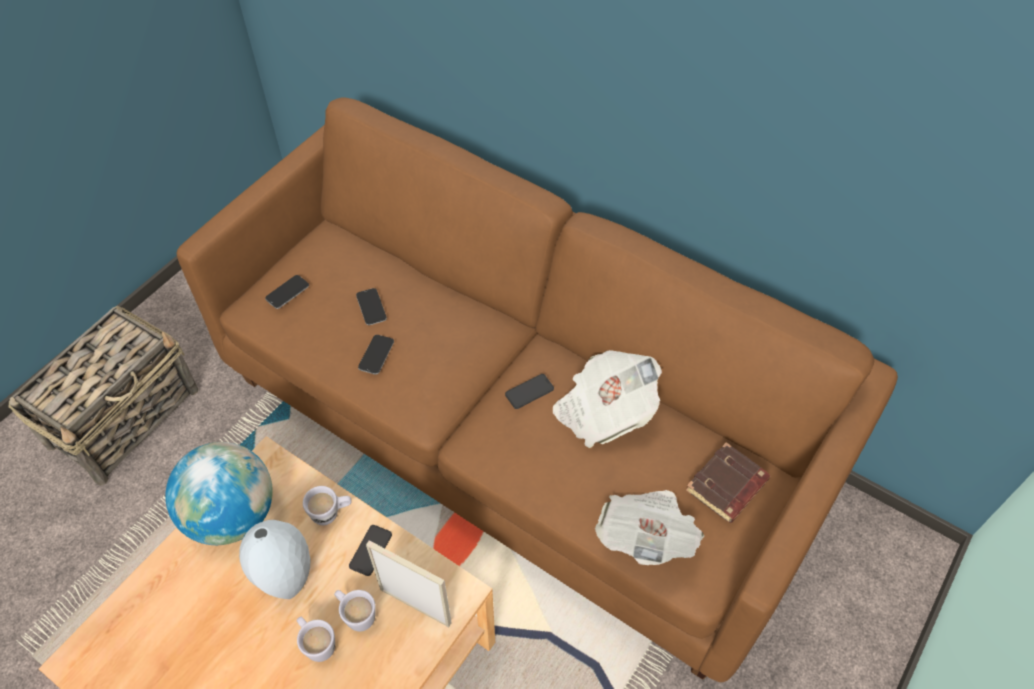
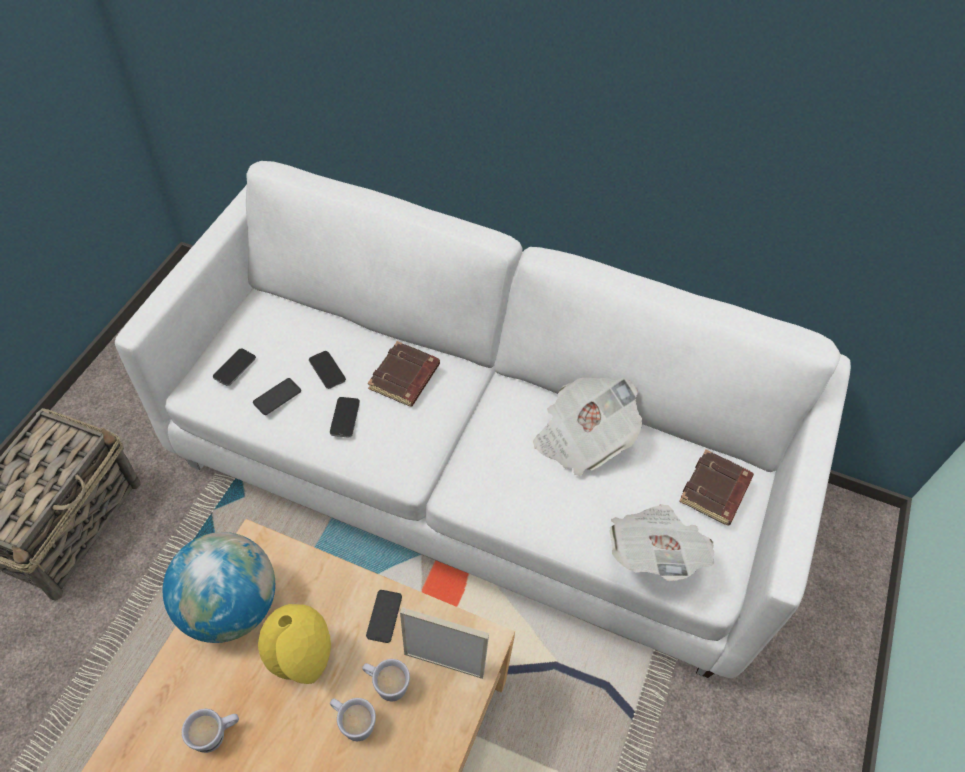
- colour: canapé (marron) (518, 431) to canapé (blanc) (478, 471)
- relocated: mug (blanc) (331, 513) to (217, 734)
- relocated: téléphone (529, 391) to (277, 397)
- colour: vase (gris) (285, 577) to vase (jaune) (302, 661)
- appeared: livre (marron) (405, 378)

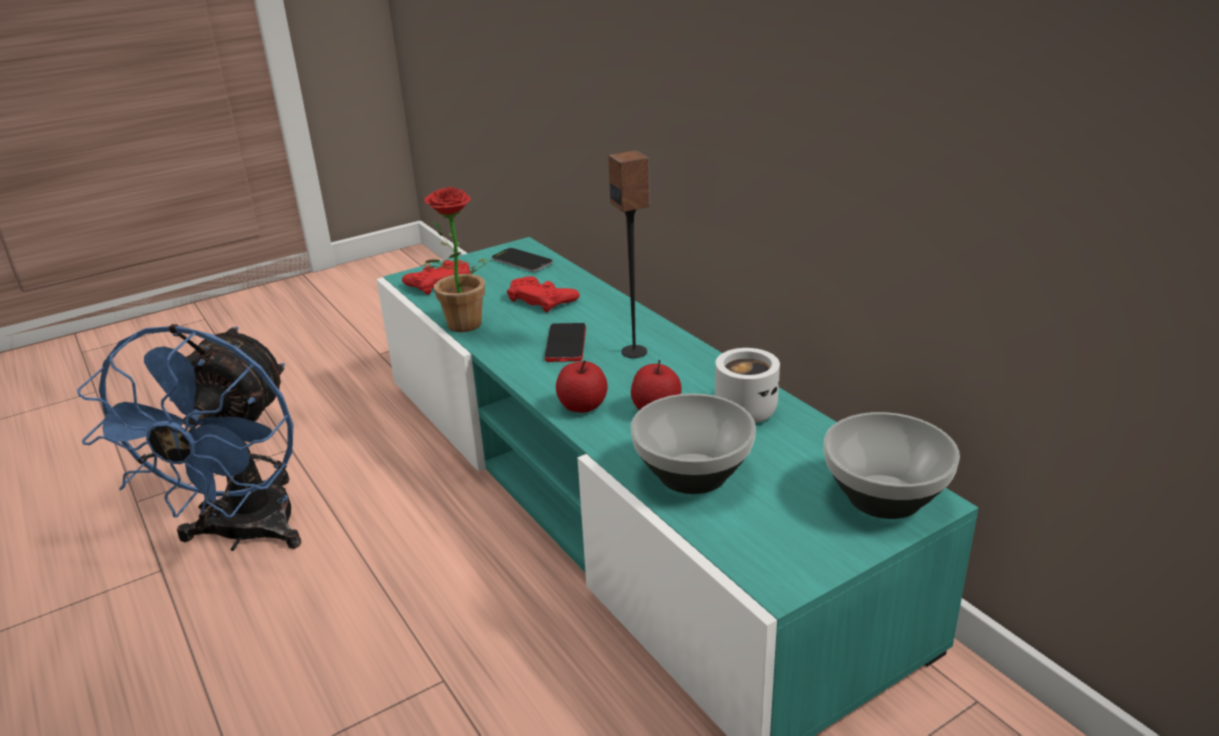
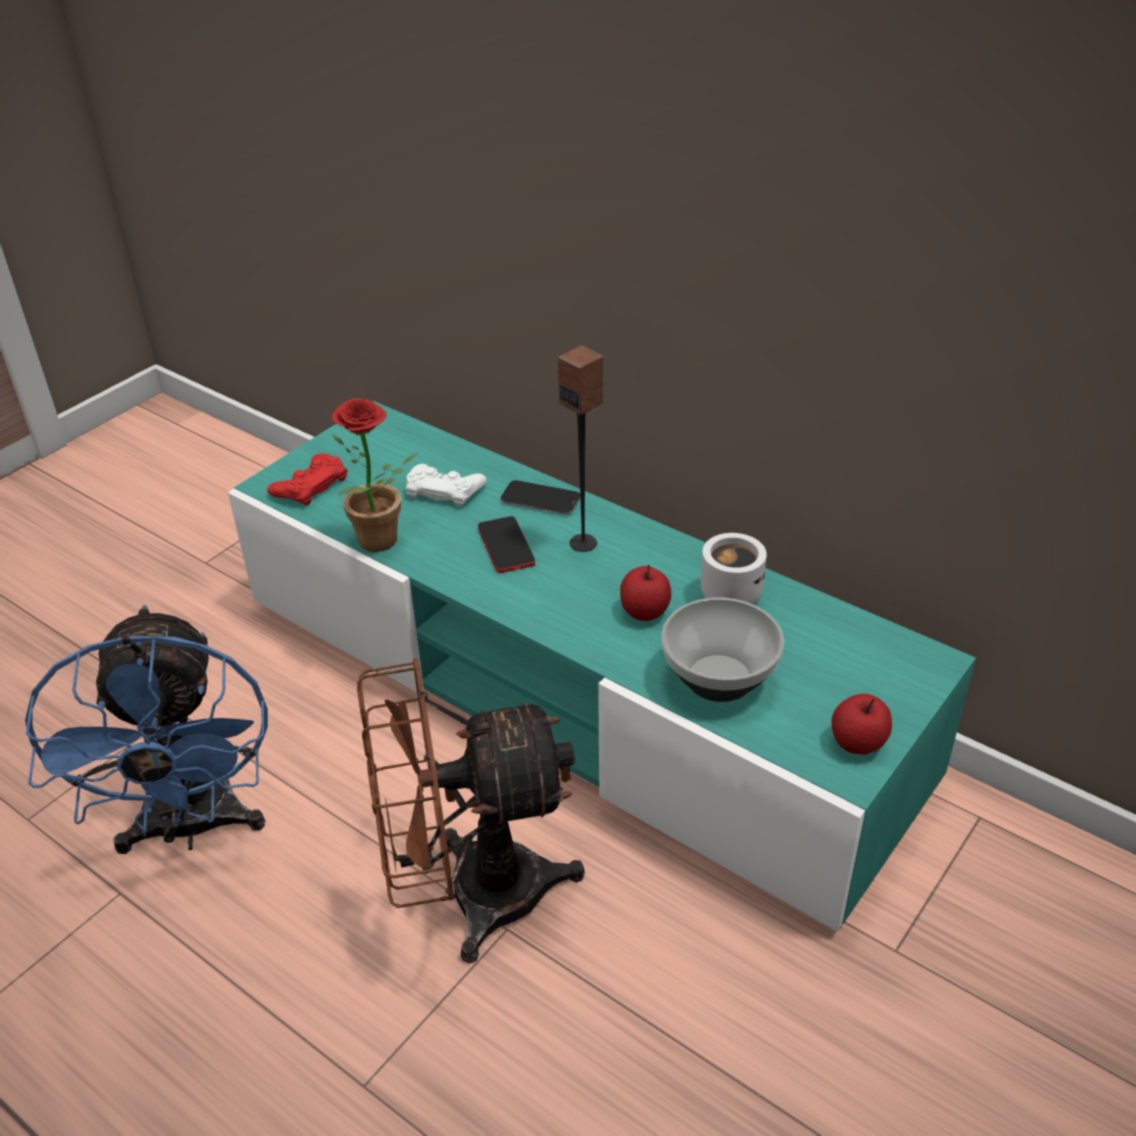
- appeared: ventilateur (marron) (470, 895)
- colour: manette (rouge) (542, 299) to manette (blanc) (444, 490)
- relocated: téléphone (522, 261) to (540, 499)
- relocated: pomme (583, 407) to (858, 742)
- missing: bol (885, 499)

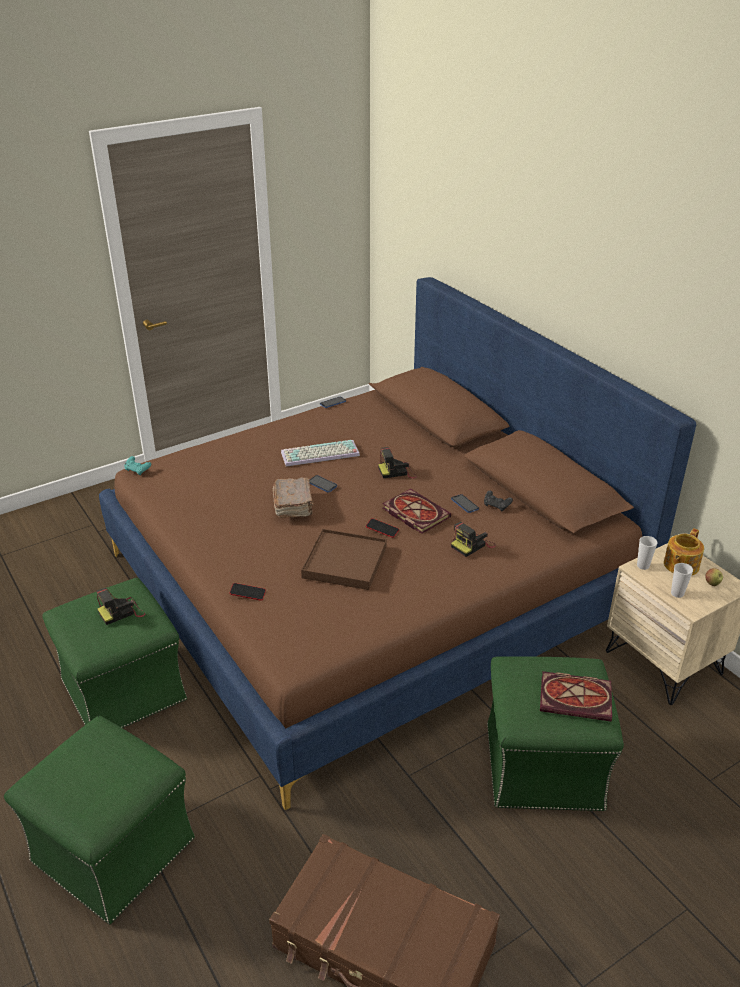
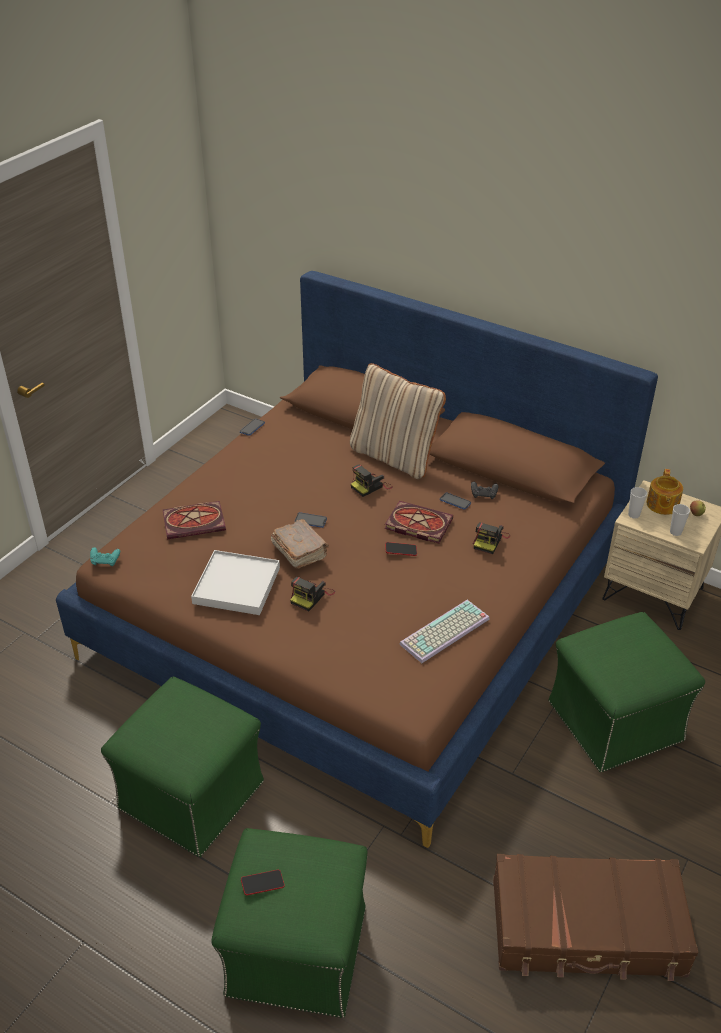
- relocated: livre (577, 698) to (195, 521)
- appeared: plateau (blanc) (237, 586)
- relocated: téléphone (248, 593) to (262, 884)
- relocated: appareil photo (122, 612) to (311, 596)
- appeared: coussin (beige) (395, 456)
- relocated: clavier (319, 455) to (445, 633)
- missing: plateau (marron) (344, 562)

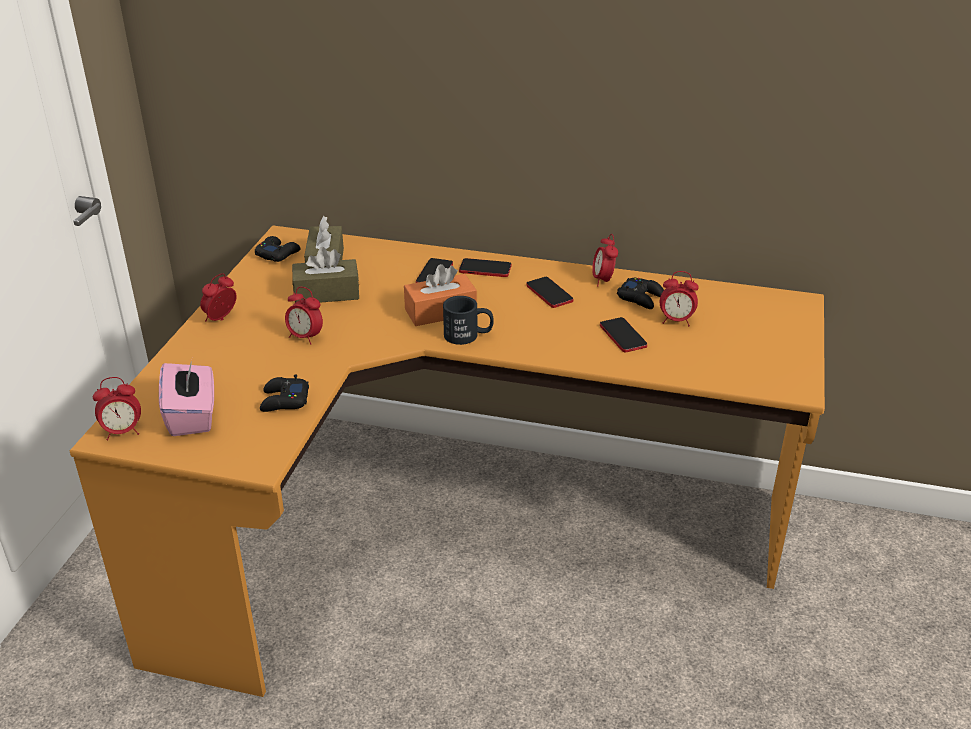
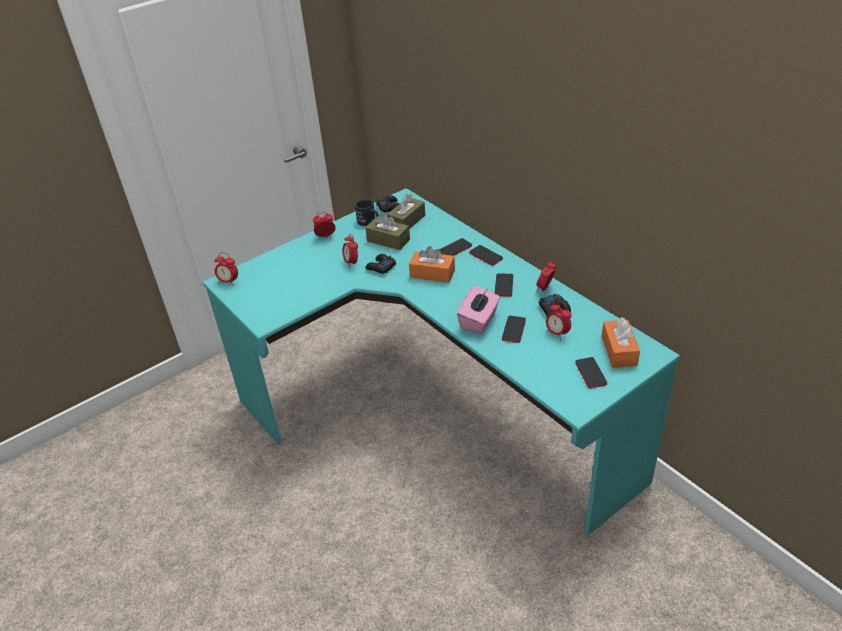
- colour: bureau (orange) (454, 534) to bureau (turquoise) (437, 408)
- relocated: mug (noir) (468, 335) to (369, 222)
- relocated: manette (noir) (284, 401) to (380, 267)
- relocated: boîte à mouchoirs (rose) (192, 416) to (479, 321)
- appeared: téléphone (590, 373)
- appeared: boîte à mouchoirs (orange) (619, 351)

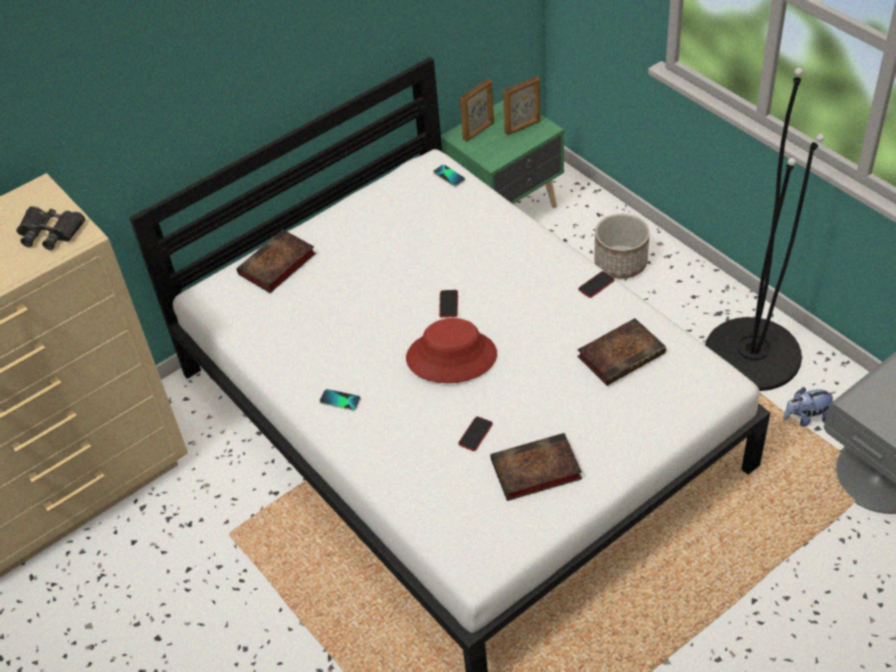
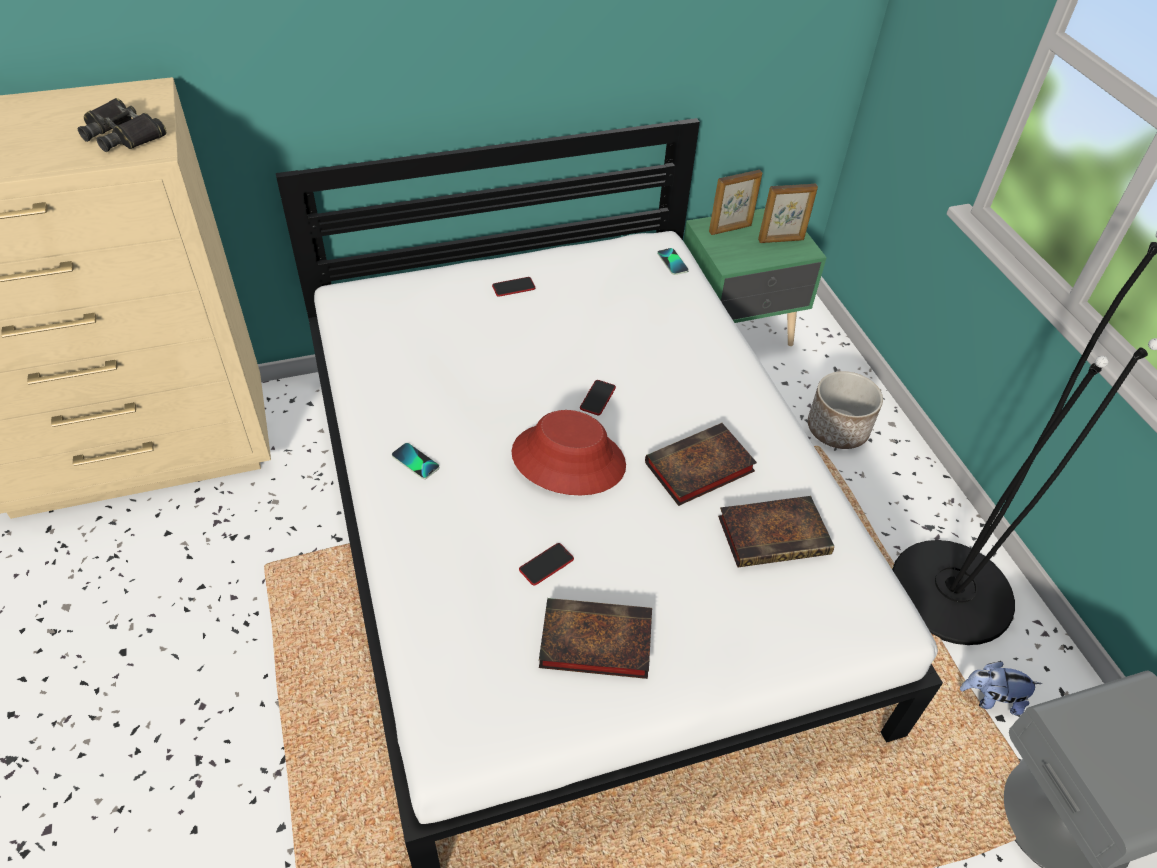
- relocated: téléphone (596, 285) to (513, 287)
- relocated: livre (276, 266) to (698, 469)

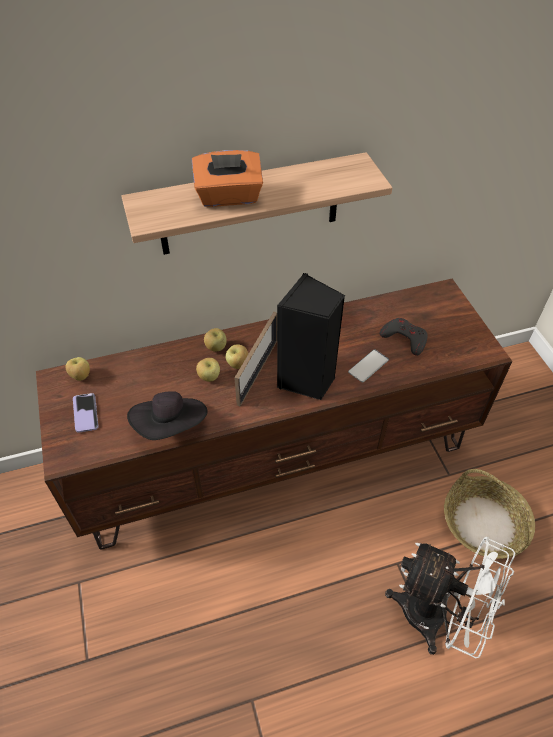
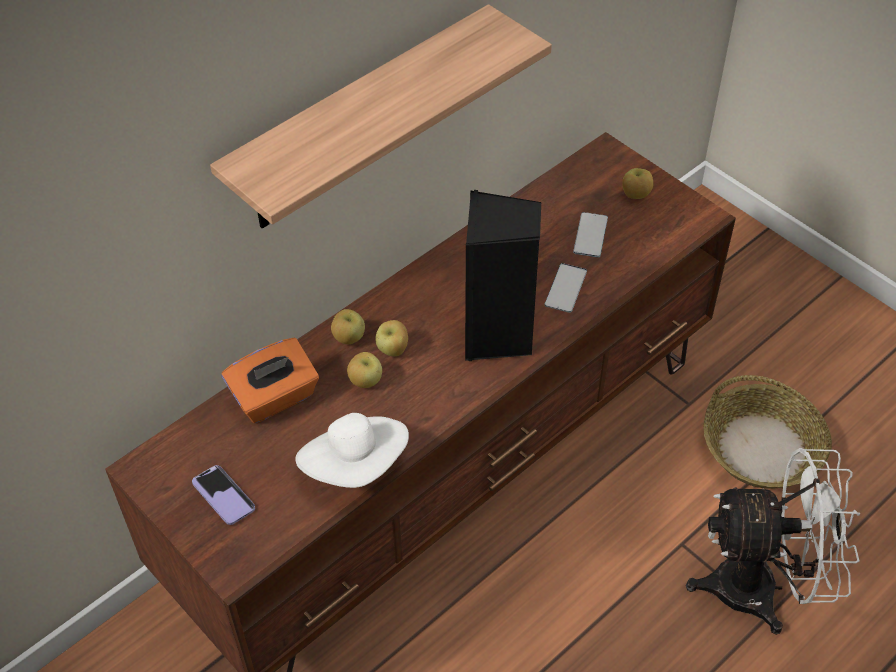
- relocated: boîte à mouchoirs (orange) (229, 197) to (275, 398)
- colour: chapeau (noir) (171, 426) to chapeau (blanc) (356, 465)
- exchanged: manette (gris) (404, 338) to téléphone (590, 235)
- relocated: pomme (81, 376) to (635, 195)
- missing: cadre photo (257, 371)

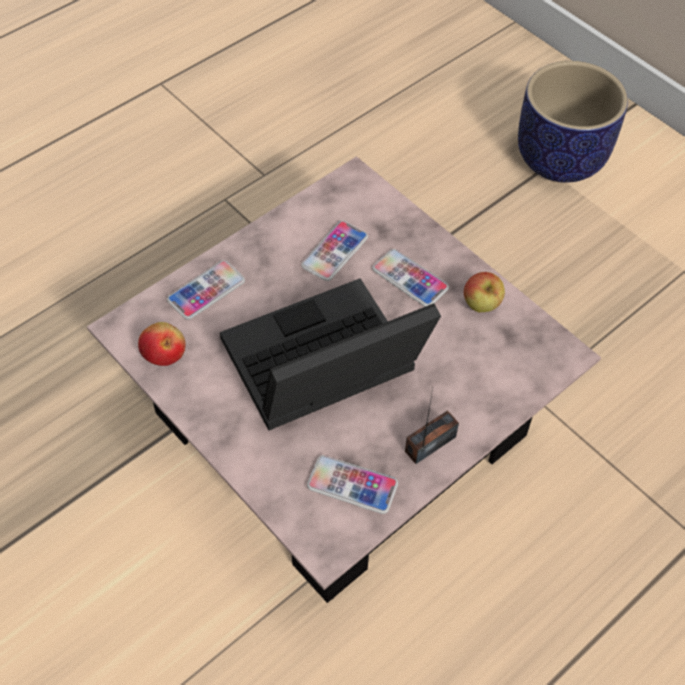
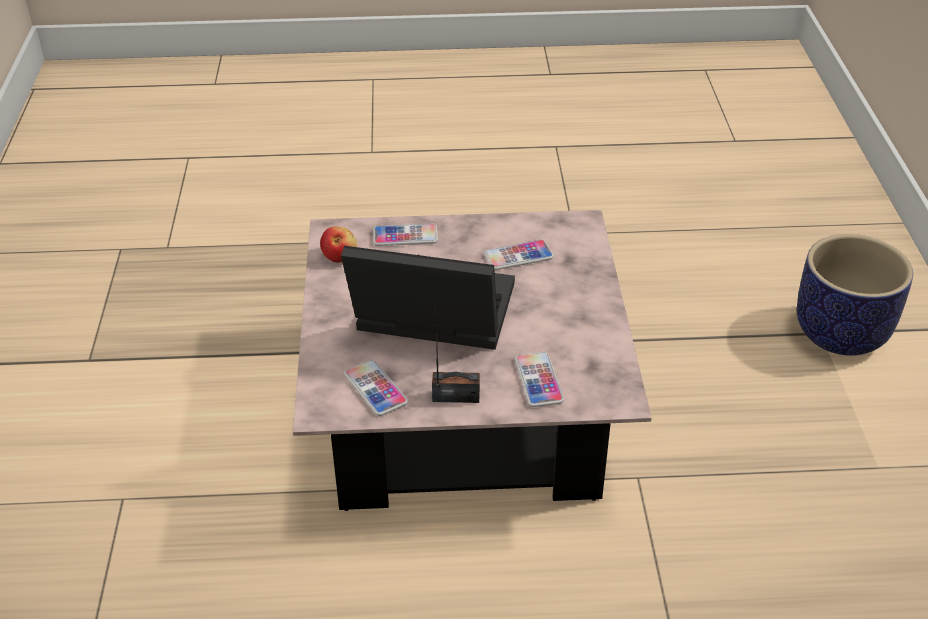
- relocated: téléphone (410, 279) to (538, 380)
- missing: pomme (481, 306)

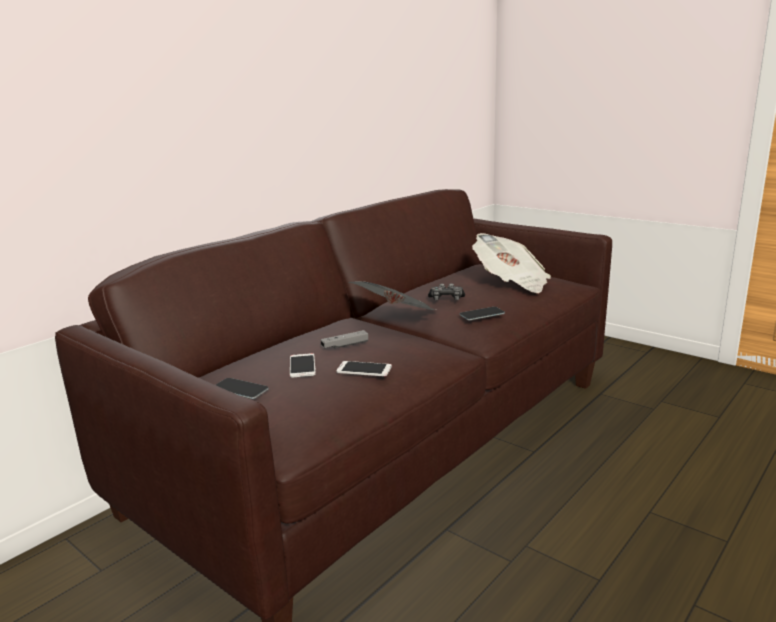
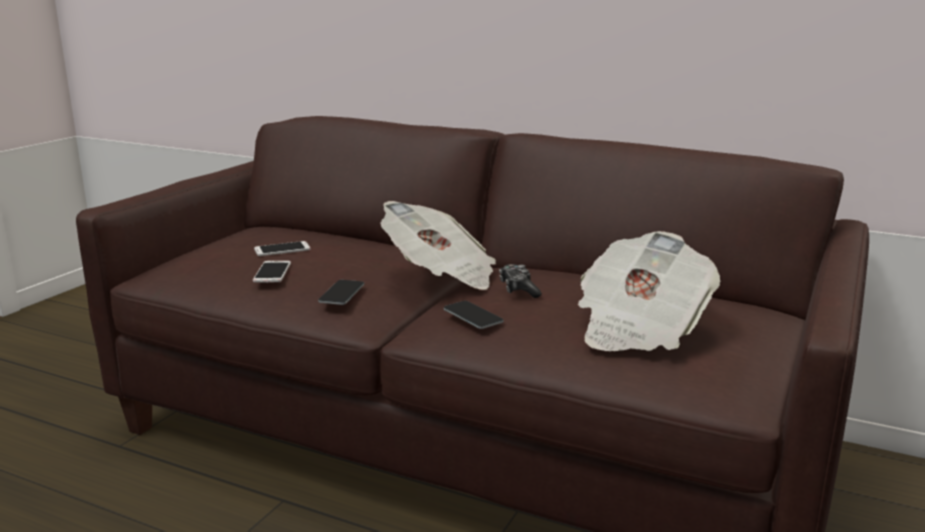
- relocated: téléphone (240, 389) to (341, 293)
- missing: manette (gris) (345, 345)

